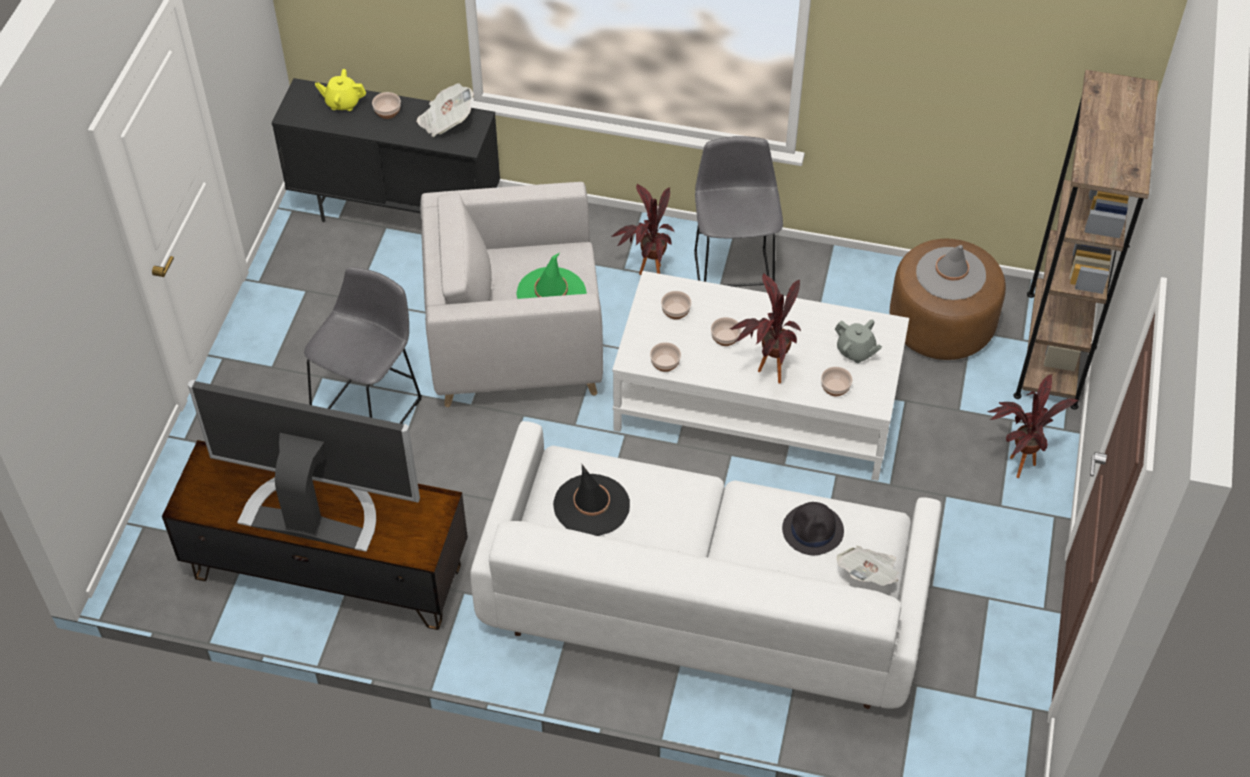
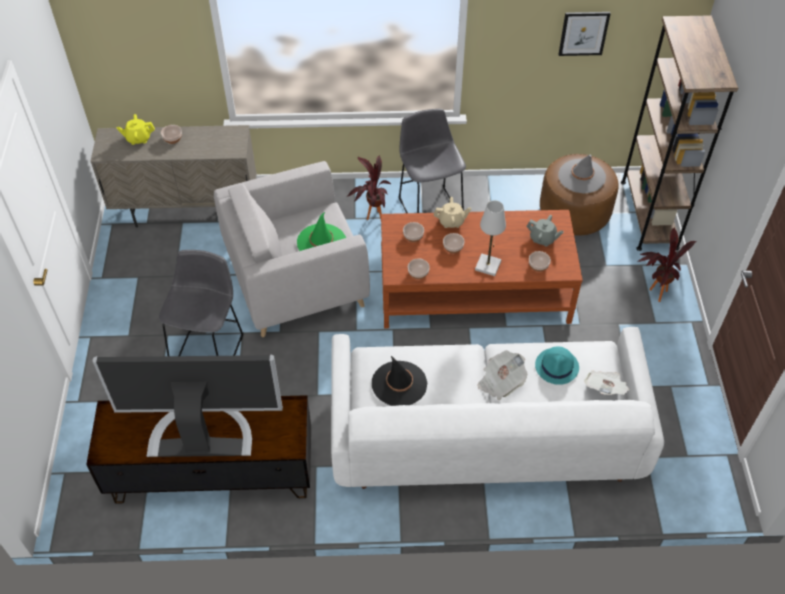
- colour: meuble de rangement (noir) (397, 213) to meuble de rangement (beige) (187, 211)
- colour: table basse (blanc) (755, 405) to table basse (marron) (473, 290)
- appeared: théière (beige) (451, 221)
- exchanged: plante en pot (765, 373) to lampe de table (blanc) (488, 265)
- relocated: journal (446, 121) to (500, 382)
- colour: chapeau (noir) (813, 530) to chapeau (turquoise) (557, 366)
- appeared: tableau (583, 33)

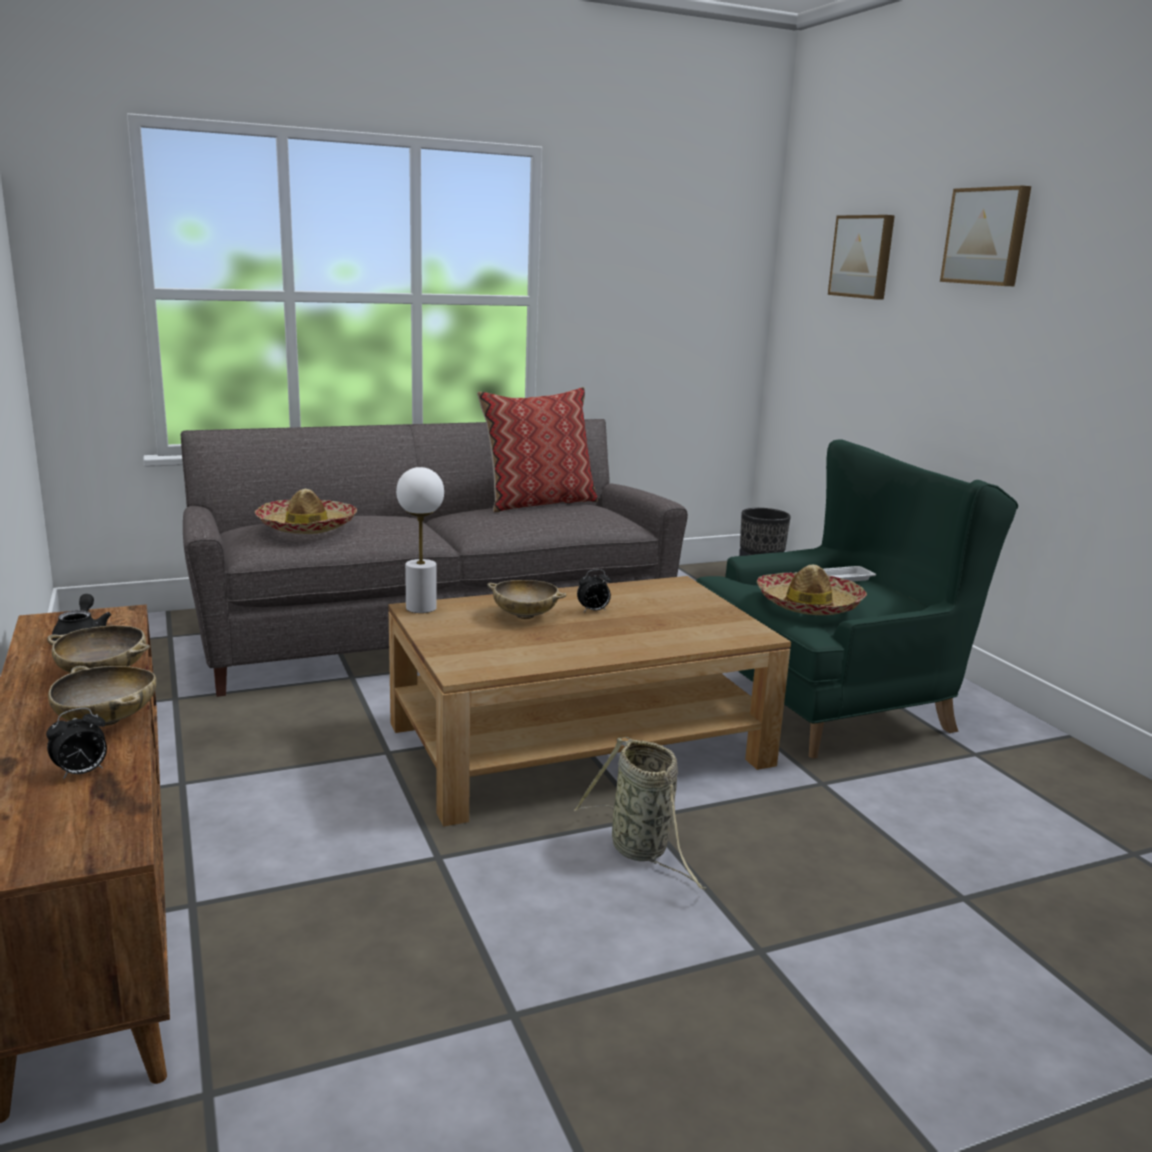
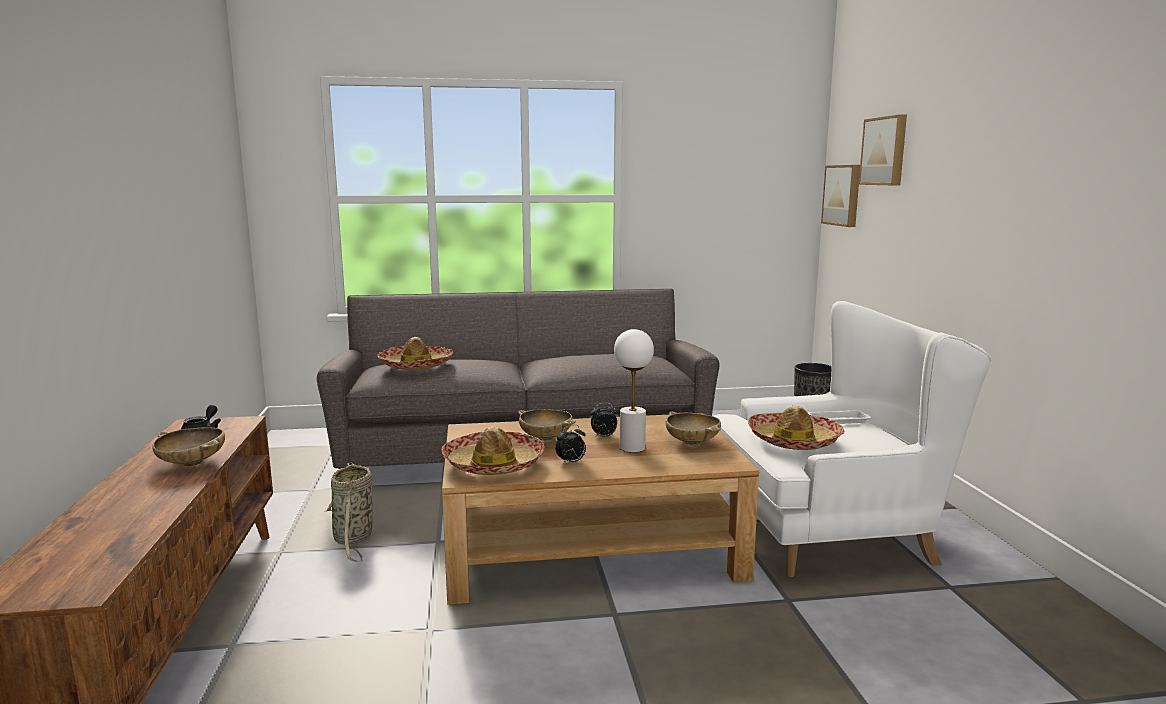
- relocated: panier (642, 850) to (353, 539)
- appeared: chapeau (493, 464)
- relocated: réveil (81, 773) to (571, 462)
- relocated: lampe de table (blanc) (420, 608) to (631, 448)
- relocated: bol (beige) (107, 720) to (692, 442)
- colour: fauteuil (vert) (836, 705) to fauteuil (blanc) (832, 532)
- relocated: tableau (987, 236) to (843, 195)
- missing: coussin (538, 503)

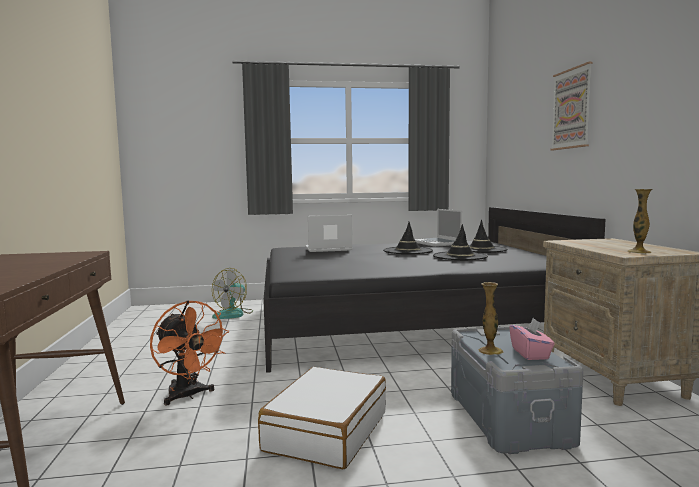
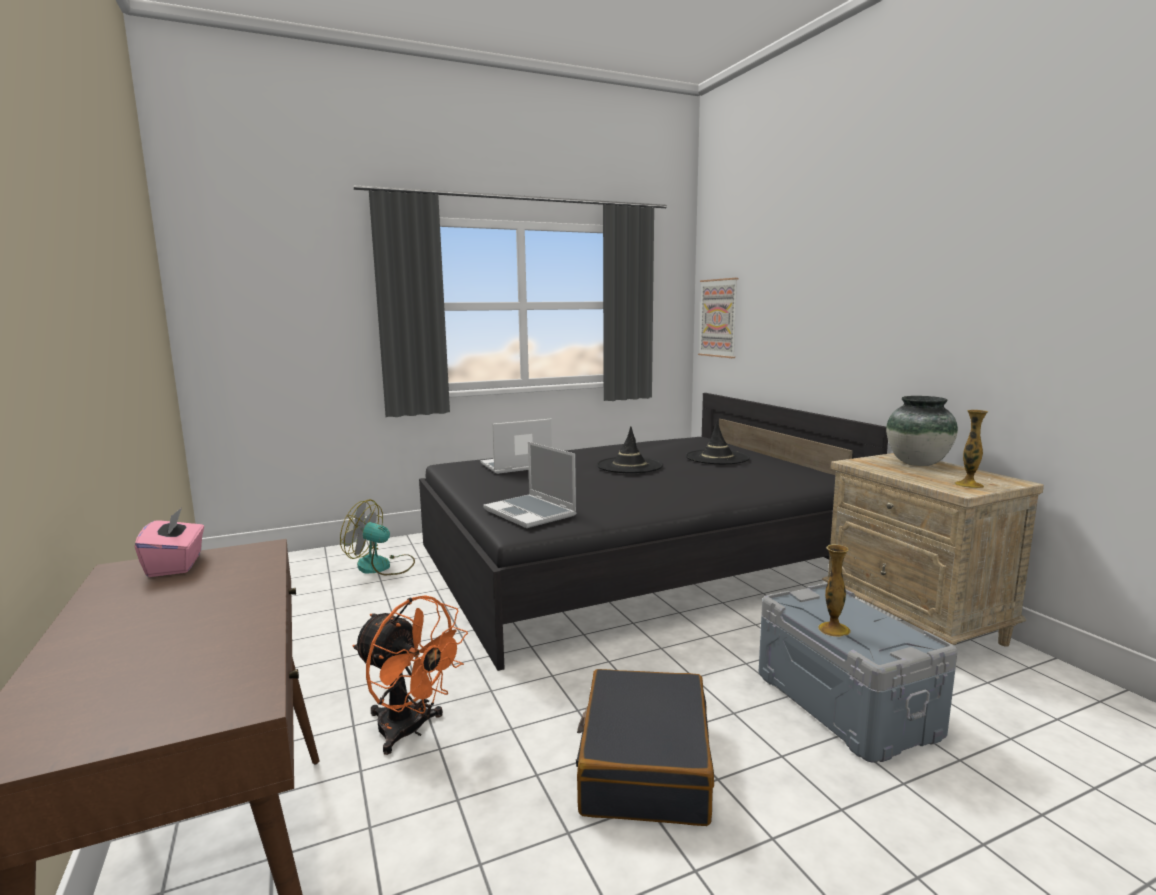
- relocated: boîte à mouchoirs (rose) (530, 354) to (176, 565)
- spun: ventilateur (233, 314) = (381, 566) 90 degrees clockwise
- relocated: ordinateur portable (437, 243) to (531, 513)
- colour: valise (blanc) (326, 431) to valise (noir) (644, 763)
- relocated: tableau (571, 109) to (718, 318)
- appeared: vase (918, 463)
- missing: chapeau (noir) (460, 256)

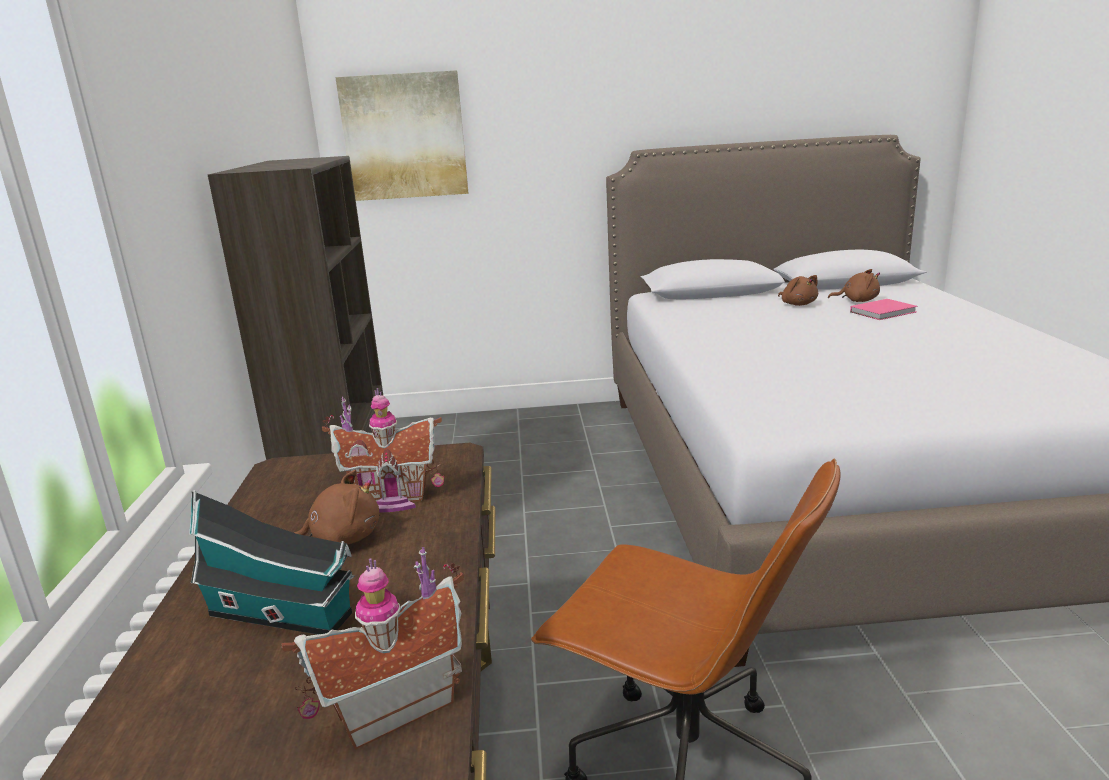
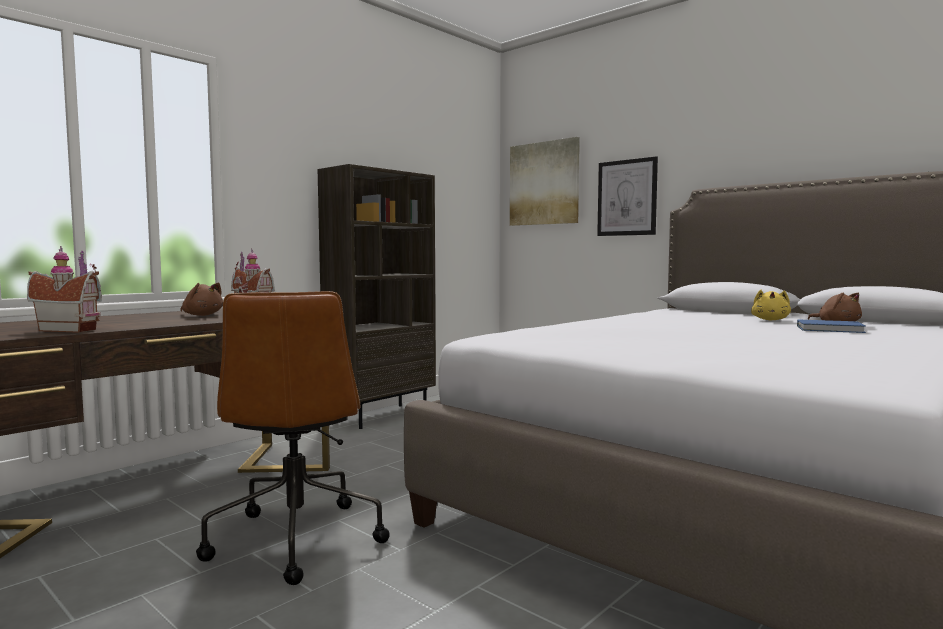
- appeared: tableau (627, 197)
- colour: peluche (marron) (798, 304) to peluche (jaune) (770, 320)
- colour: livre (rose) (884, 312) to livre (bleu) (831, 329)
- missing: maison miniature (285, 615)

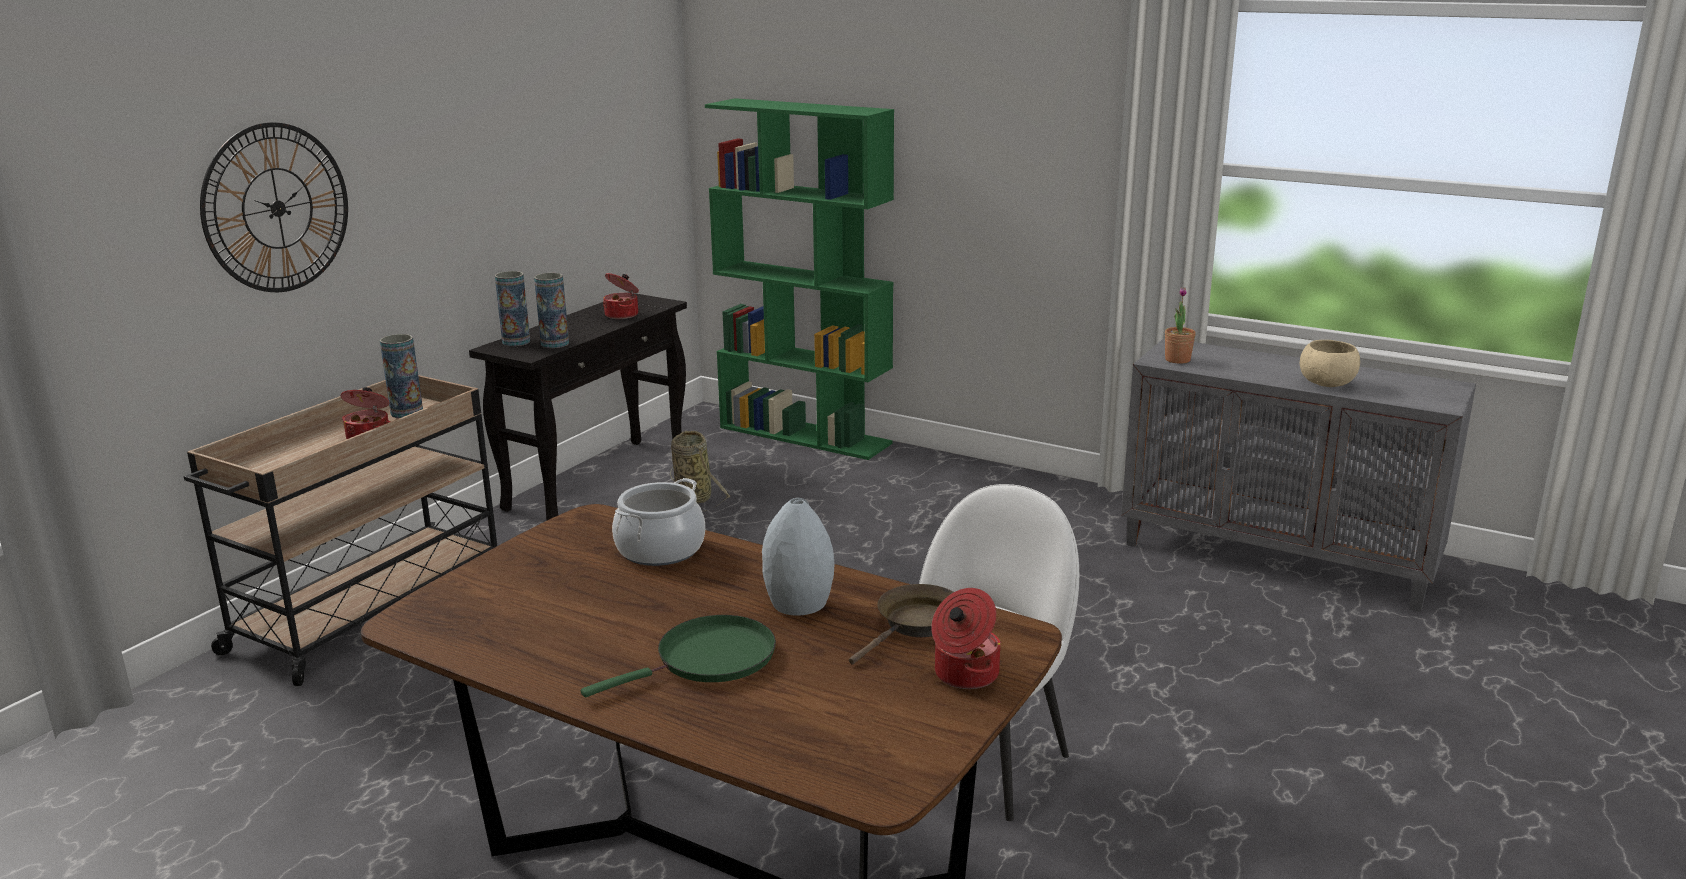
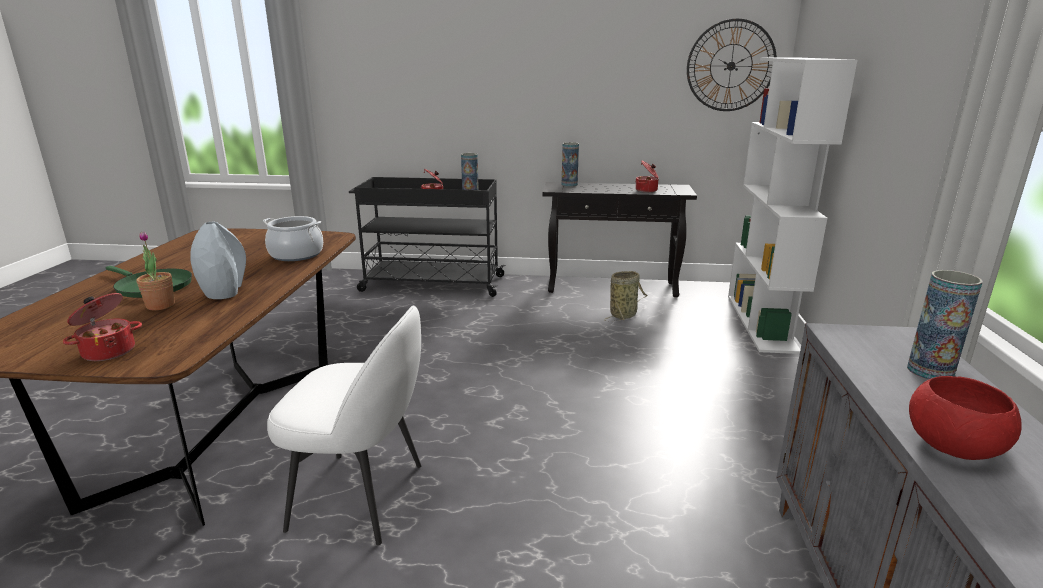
- relocated: plante en pot (1177, 360) to (160, 305)
- colour: chariot (beige) (369, 610) to chariot (noir) (431, 283)
- relocated: horloge murale (277, 208) to (731, 66)
- colour: bibliothèque (vert) (806, 435) to bibliothèque (blanc) (762, 323)
- relocated: vase (555, 344) to (930, 371)
- colour: bol (beige) (1326, 383) to bol (rouge) (952, 446)
- missing: poêle (marron) (915, 625)

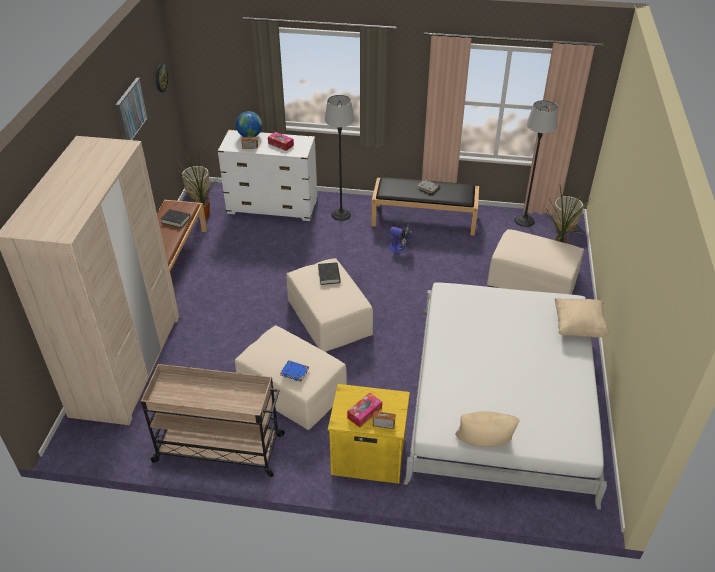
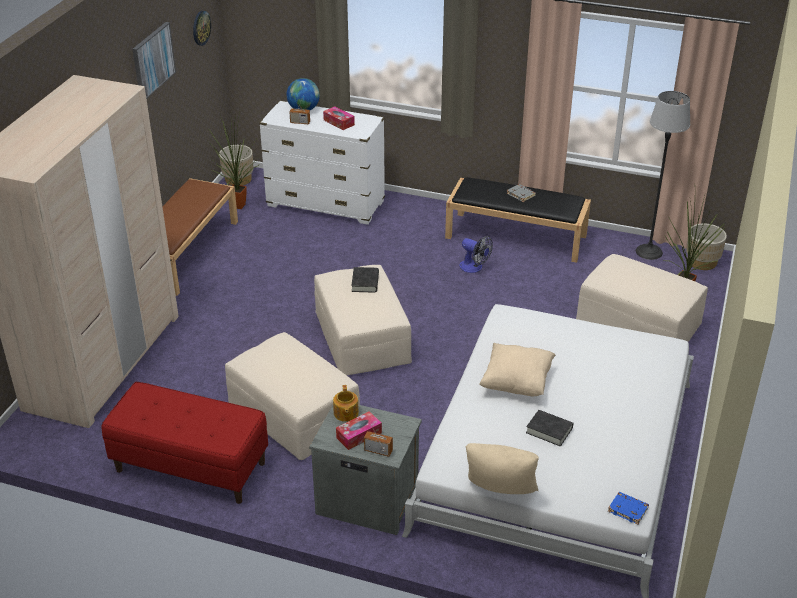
- exchanged: chariot (beige) (221, 448) to banc (rouge) (190, 467)
- colour: table de chevet (jaune) (367, 456) to table de chevet (gris) (366, 499)
- appeared: théière (345, 413)
- relocated: coussin (beige) (578, 327) to (516, 383)
- relocated: livre (noir) (176, 220) to (549, 430)
- relocated: livre (bleu) (295, 372) to (628, 510)
- missing: lampadaire (341, 214)

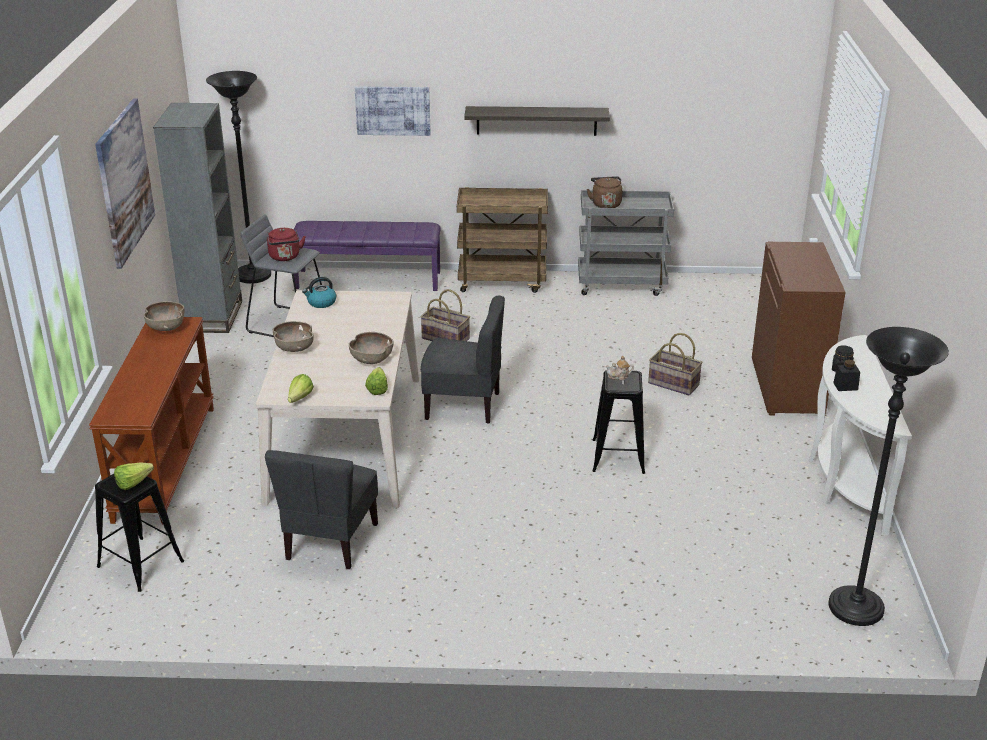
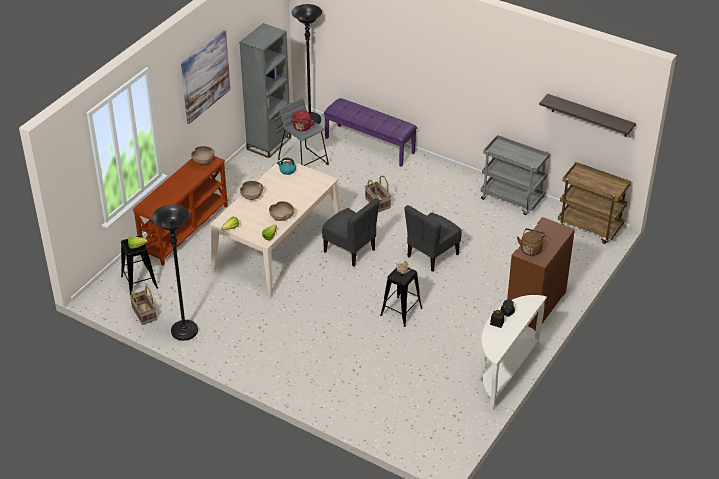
- relocated: panier (673, 384) to (143, 314)
- relocated: lampadaire (noir) (855, 609) to (184, 331)
- relocated: chaise (gris) (330, 542) to (432, 255)
- relocated: bouilloire (marron) (605, 204) to (531, 249)
- relocated: étagère (536, 120) to (590, 116)
- relocated: chariot (marron) (503, 281) to (590, 227)
- missing: tableau (393, 110)

